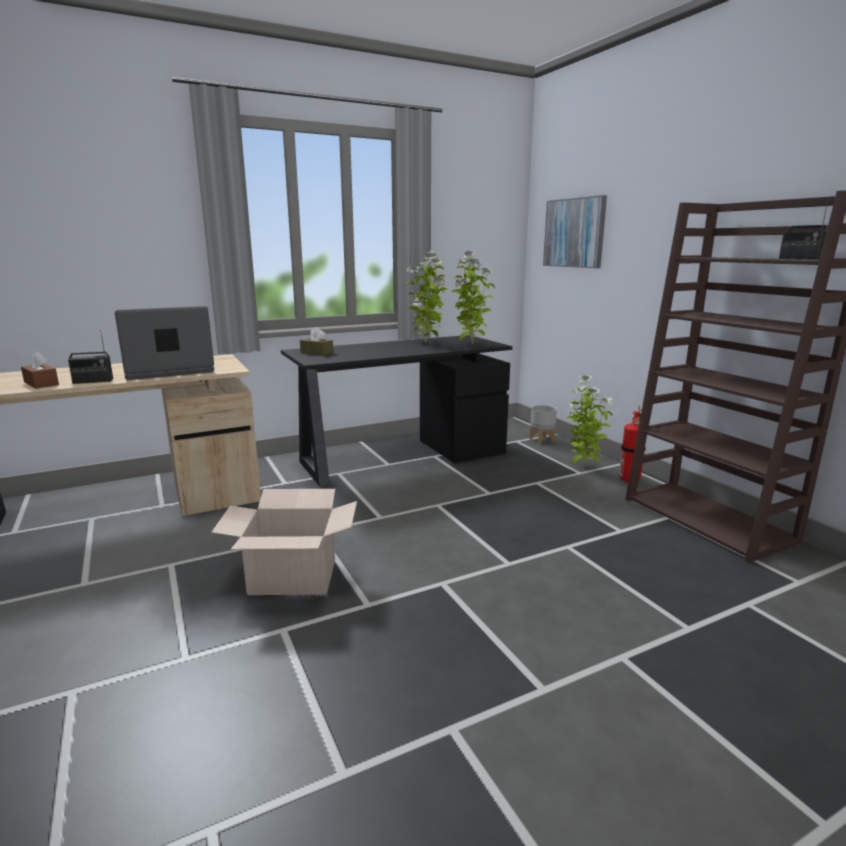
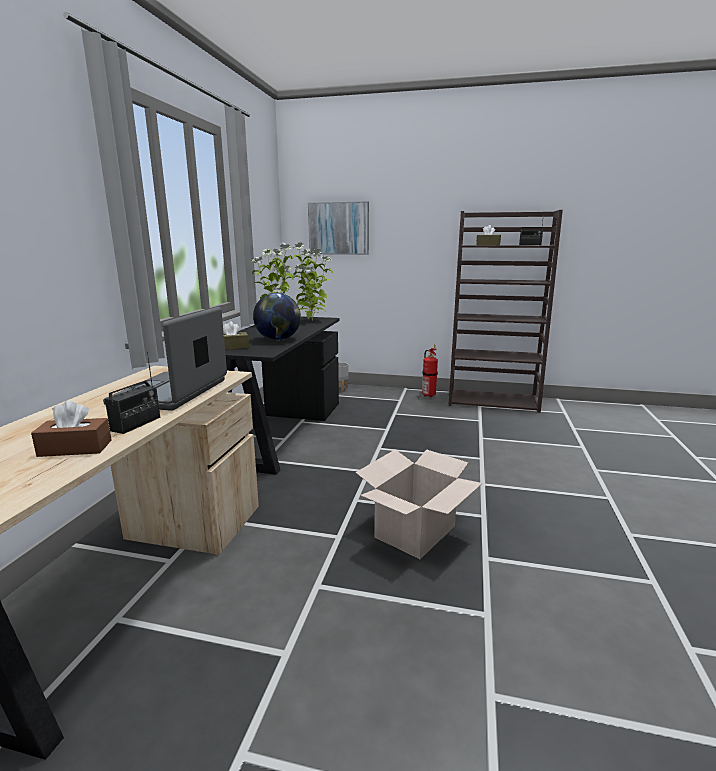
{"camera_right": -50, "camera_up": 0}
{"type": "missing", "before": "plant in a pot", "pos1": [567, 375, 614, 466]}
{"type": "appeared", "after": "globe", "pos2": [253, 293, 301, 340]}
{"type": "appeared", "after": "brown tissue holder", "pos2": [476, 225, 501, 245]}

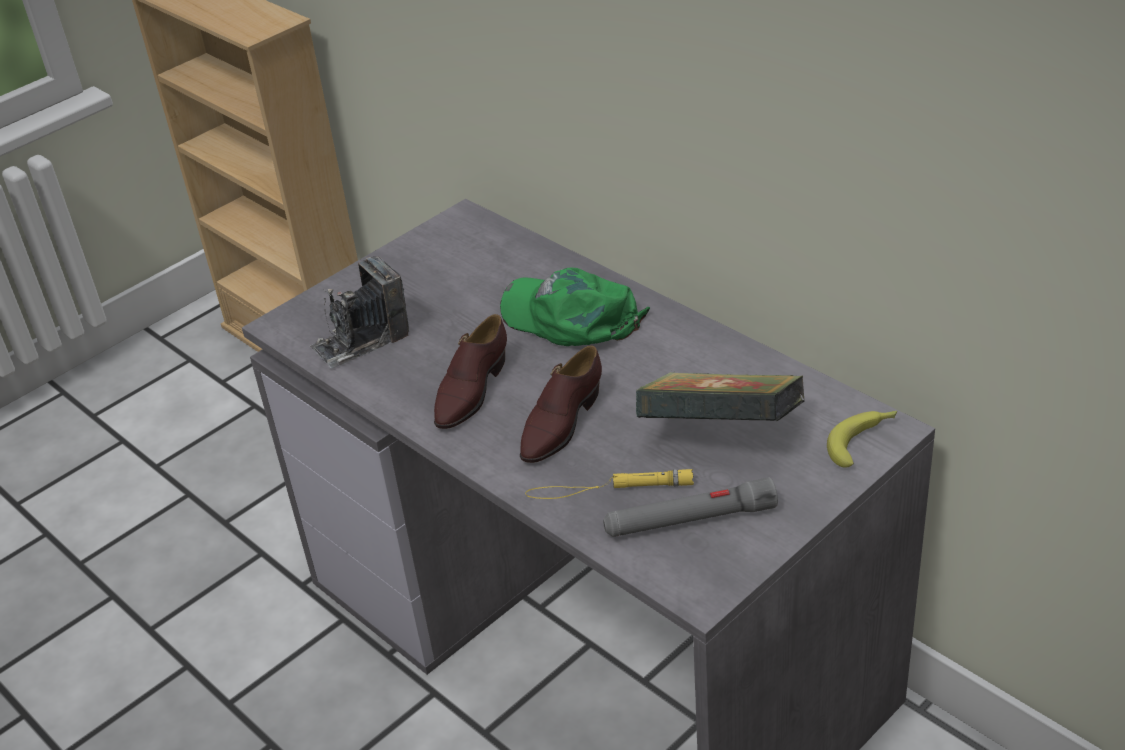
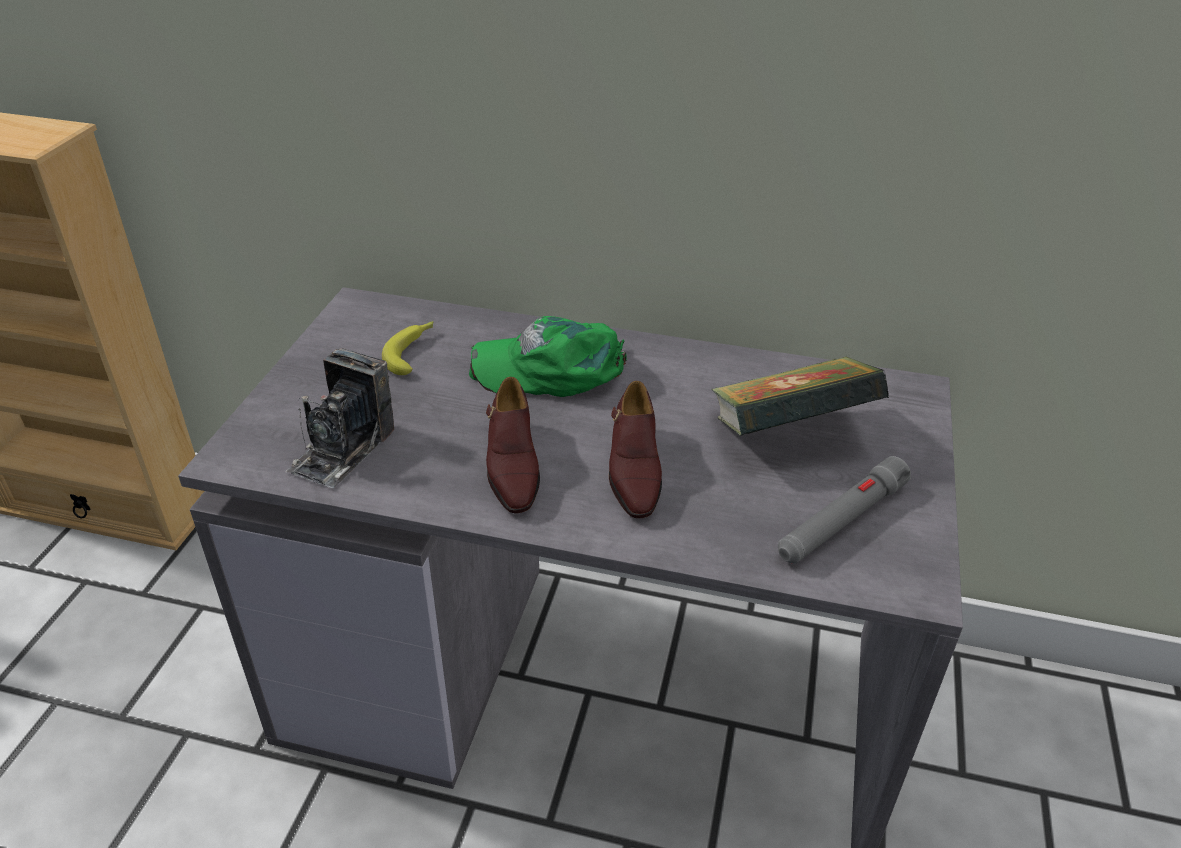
{"camera_right": -35, "camera_up": 0}
{"type": "missing", "before": "yellowish torch", "pos1": [525, 469, 694, 499]}
{"type": "relocated", "before": "whole banana", "pos1": [827, 411, 897, 468], "pos2": [382, 321, 433, 375]}

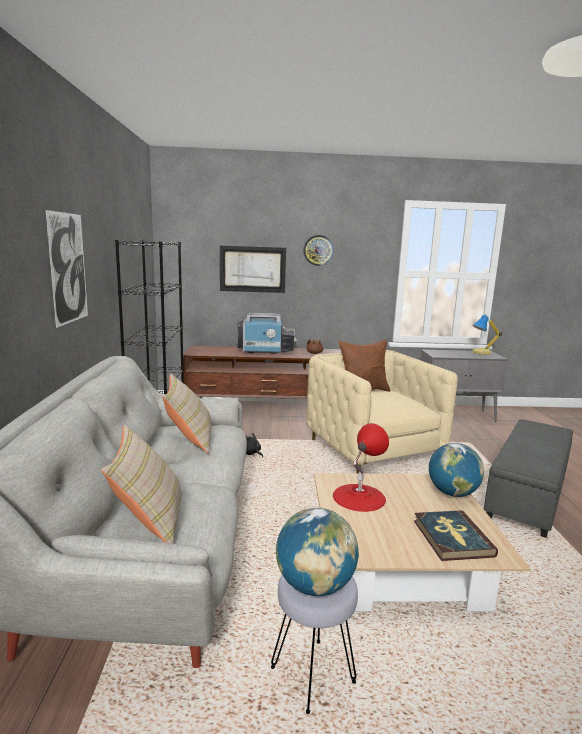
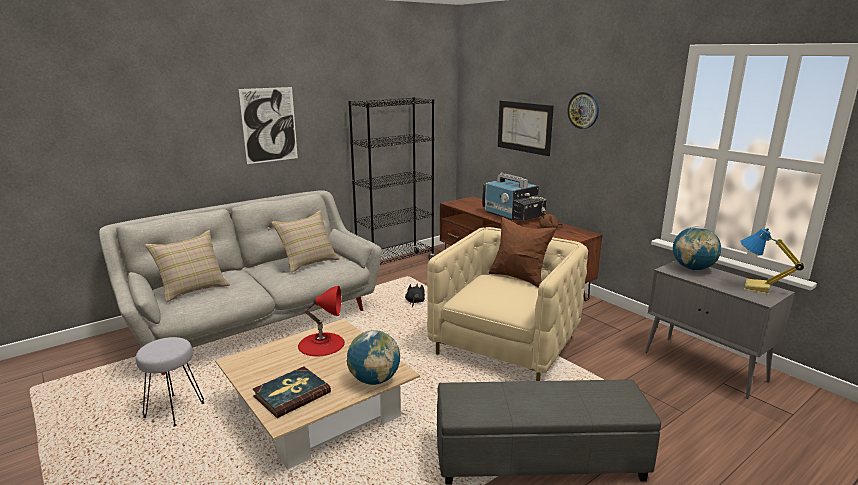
{"camera_right": 55, "camera_up": 5}
{"type": "relocated", "before": "globe", "pos1": [276, 508, 359, 596], "pos2": [673, 227, 721, 270]}

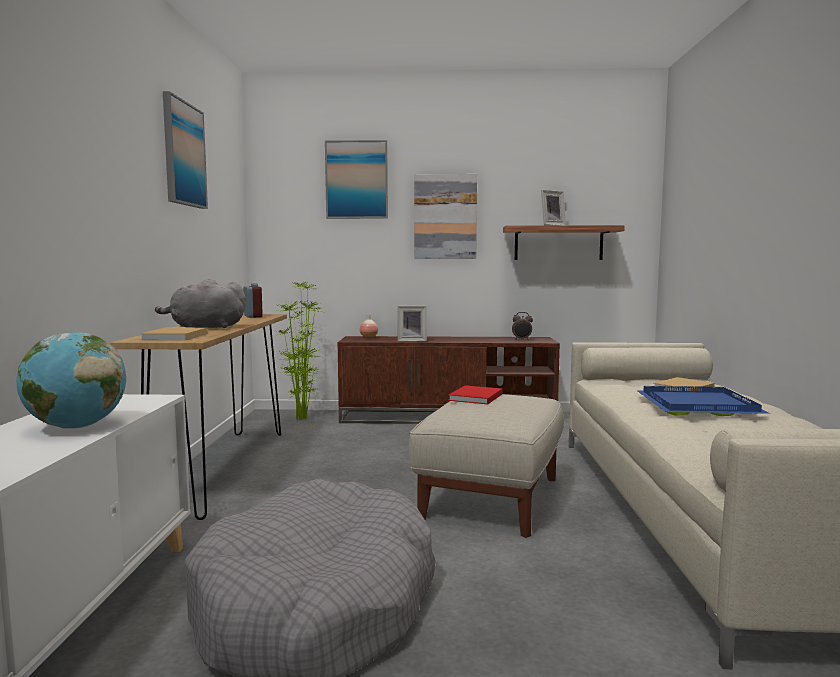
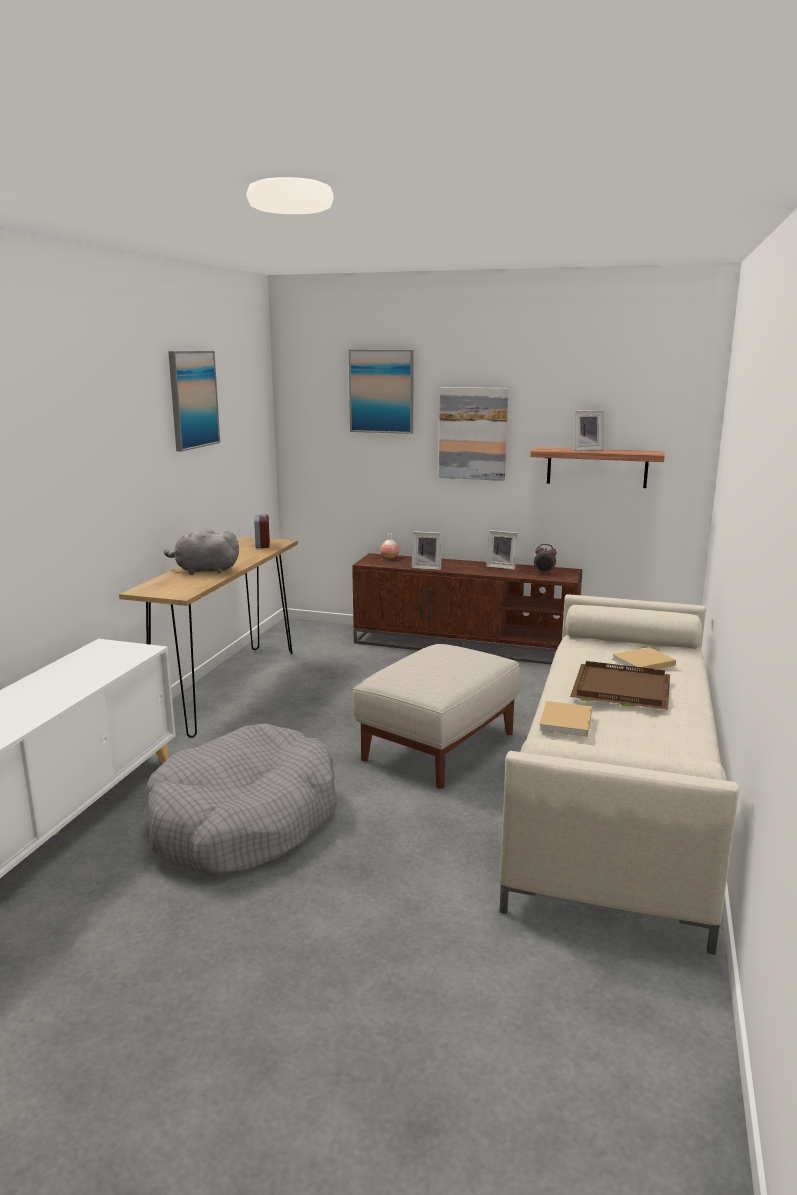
{"camera_right": 15, "camera_up": 10}
{"type": "missing", "before": "globe", "pos1": [16, 332, 126, 429]}
{"type": "relocated", "before": "beige-coloured book", "pos1": [140, 327, 208, 341], "pos2": [539, 701, 592, 737]}
{"type": "missing", "before": "plant in a pot", "pos1": [274, 282, 326, 420]}
{"type": "missing", "before": "reddish book", "pos1": [448, 385, 502, 405]}
{"type": "colour", "before": "blue-coloured serving tray", "after": "brown serving tray", "pos1": [636, 386, 771, 416], "pos2": [570, 661, 670, 710]}
{"type": "appeared", "after": "picture frame", "pos2": [486, 530, 518, 570]}

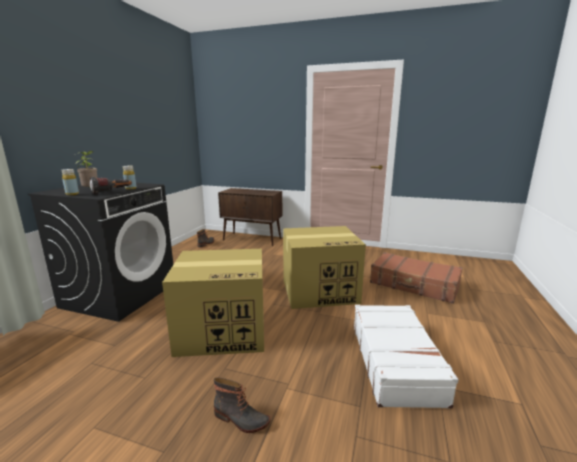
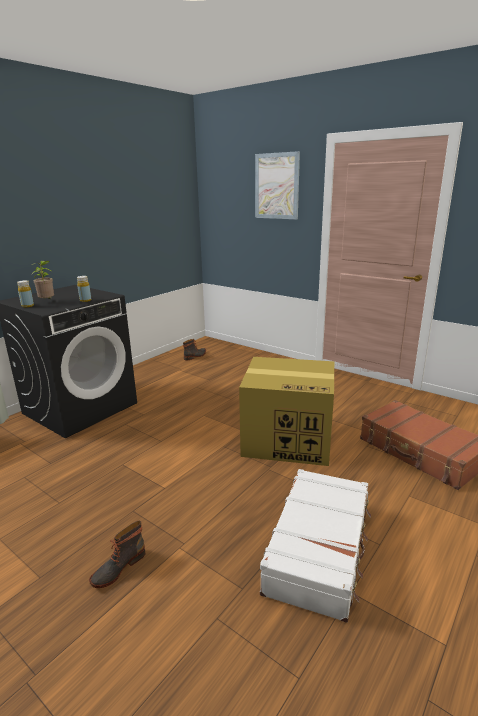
{"camera_right": 20, "camera_up": 5}
{"type": "missing", "before": "torch", "pos1": [90, 177, 132, 194]}
{"type": "missing", "before": "cardboard box", "pos1": [162, 249, 264, 357]}
{"type": "spun", "before": "boot", "pos1": [214, 378, 271, 433], "pos2": [89, 521, 146, 588], "turn": 90}
{"type": "missing", "before": "brown cupboard", "pos1": [218, 188, 282, 246]}
{"type": "appeared", "after": "wall picture", "pos2": [255, 151, 300, 219]}

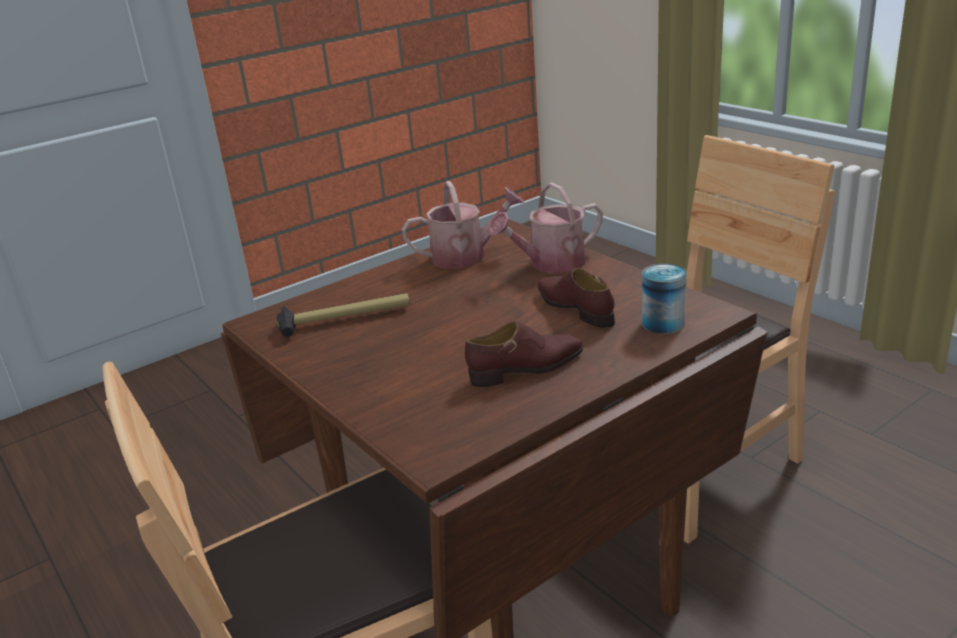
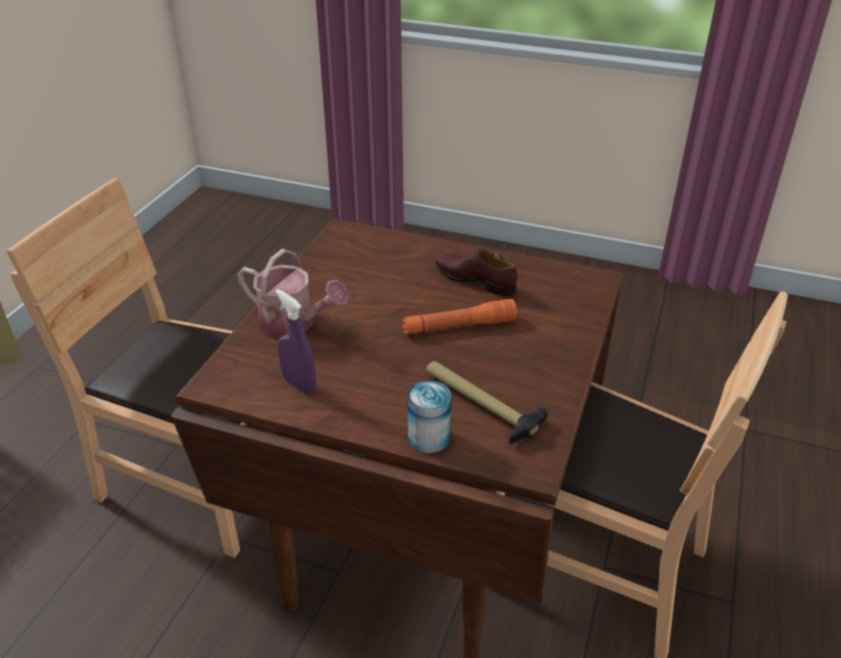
{"camera_right": -125, "camera_up": 10}
{"type": "exchanged", "before": "watering can", "after": "purple-coloured spray bottle", "pos1": [402, 181, 524, 269], "pos2": [275, 289, 316, 394]}
{"type": "missing", "before": "brown low shoe", "pos1": [538, 268, 615, 328]}
{"type": "relocated", "before": "sealed can", "pos1": [642, 263, 687, 334], "pos2": [407, 381, 452, 453]}
{"type": "appeared", "after": "orange torch", "pos2": [402, 299, 517, 334]}

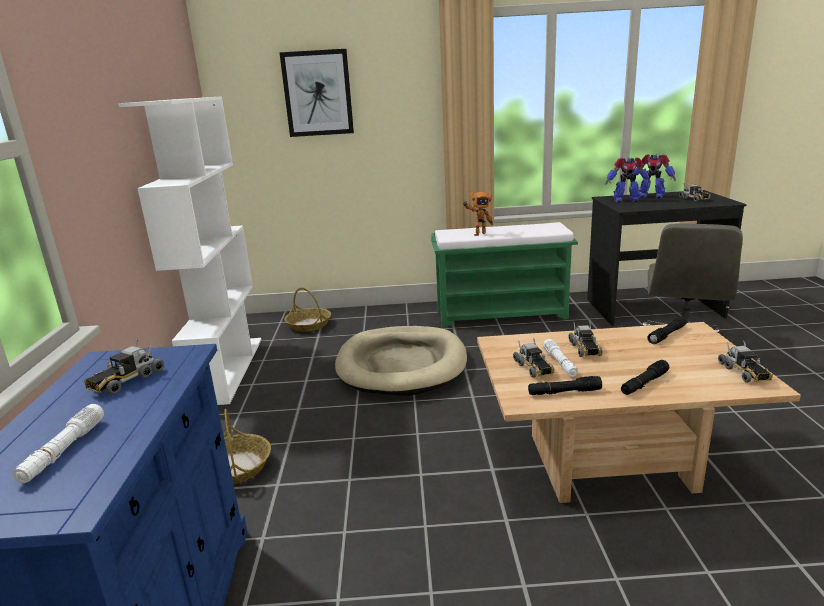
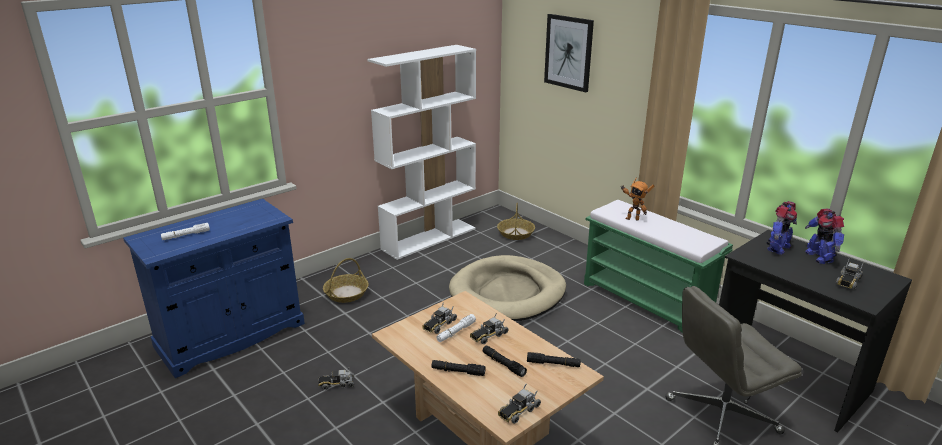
{"camera_right": 50, "camera_up": 5}
{"type": "relocated", "before": "toy lorry", "pos1": [84, 340, 164, 394], "pos2": [318, 367, 354, 390]}
{"type": "relocated", "before": "black torch", "pos1": [528, 376, 602, 395], "pos2": [483, 346, 527, 377]}
{"type": "spun", "before": "robot figure", "pos1": [605, 157, 651, 202], "pos2": [766, 201, 797, 255], "turn": -105}

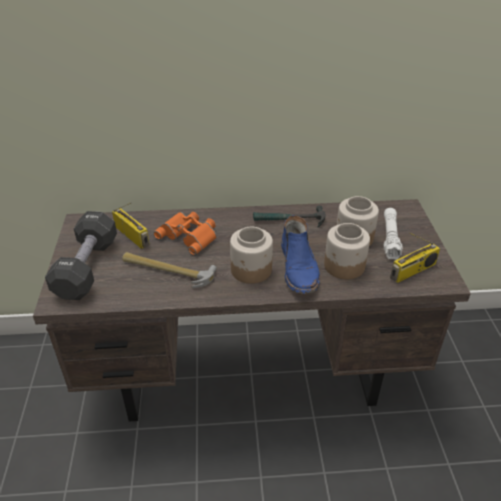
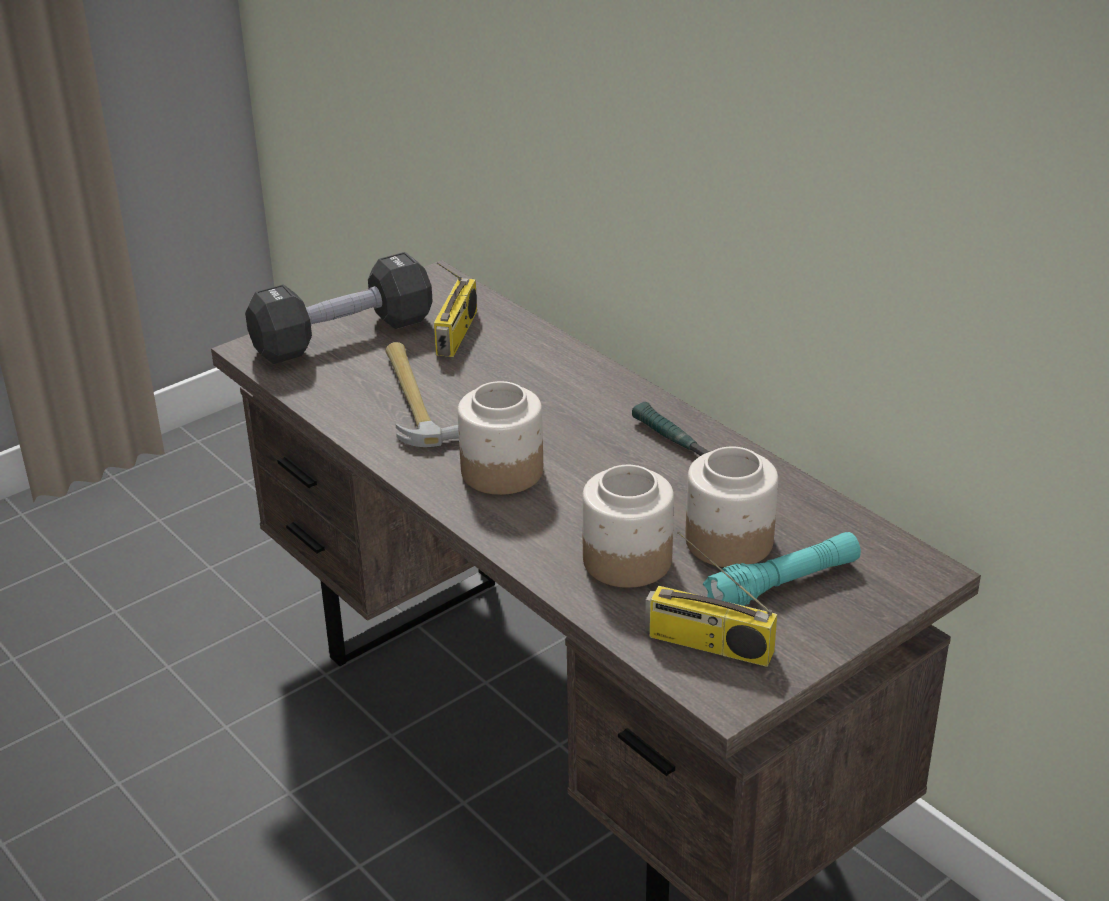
{"camera_right": 55, "camera_up": -5}
{"type": "missing", "before": "orange pair of binoculars", "pos1": [154, 212, 217, 255]}
{"type": "missing", "before": "blue-coloured boot", "pos1": [281, 215, 320, 294]}
{"type": "colour", "before": "white torch", "after": "turquoise-coloured torch", "pos1": [384, 208, 403, 260], "pos2": [703, 532, 861, 606]}

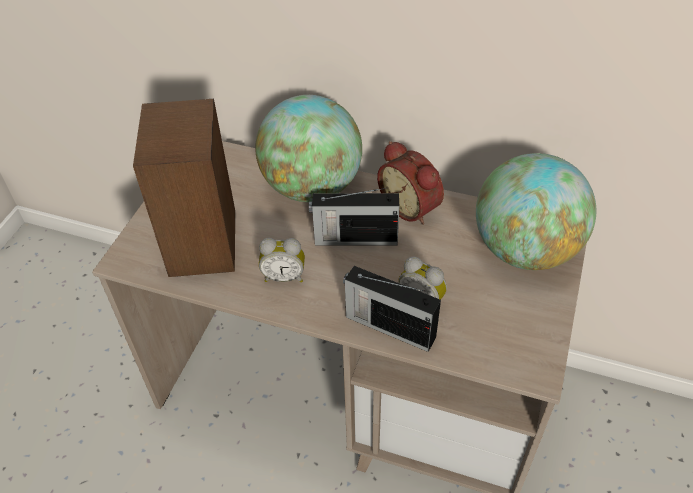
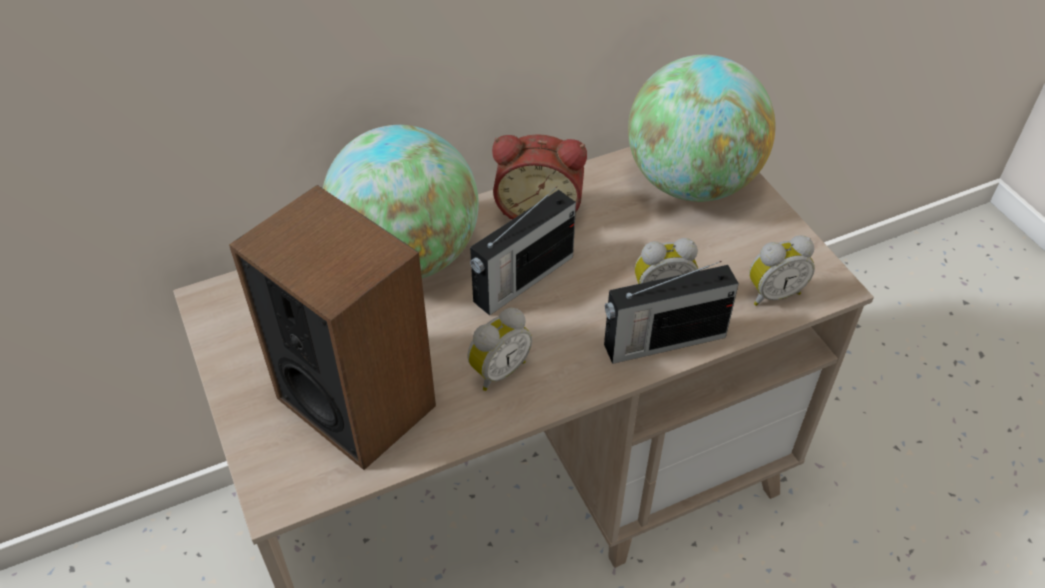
{"camera_right": -45, "camera_up": 0}
{"type": "appeared", "after": "bedside clock", "pos2": [749, 235, 815, 306]}

